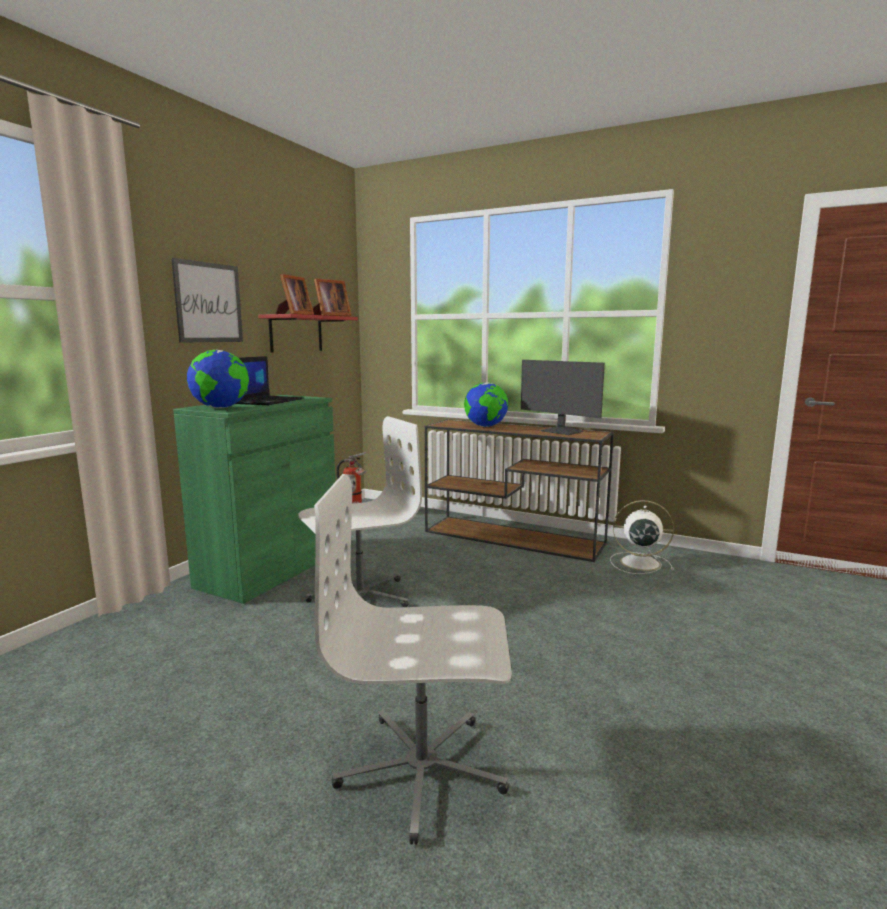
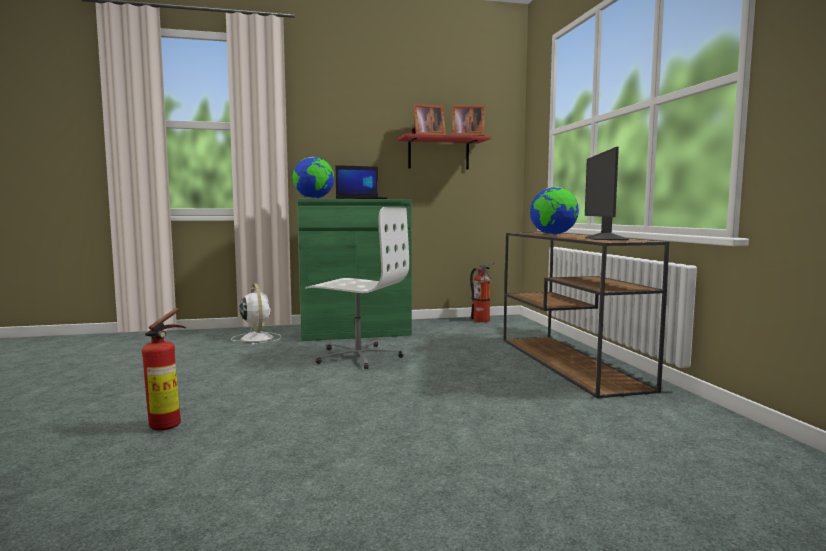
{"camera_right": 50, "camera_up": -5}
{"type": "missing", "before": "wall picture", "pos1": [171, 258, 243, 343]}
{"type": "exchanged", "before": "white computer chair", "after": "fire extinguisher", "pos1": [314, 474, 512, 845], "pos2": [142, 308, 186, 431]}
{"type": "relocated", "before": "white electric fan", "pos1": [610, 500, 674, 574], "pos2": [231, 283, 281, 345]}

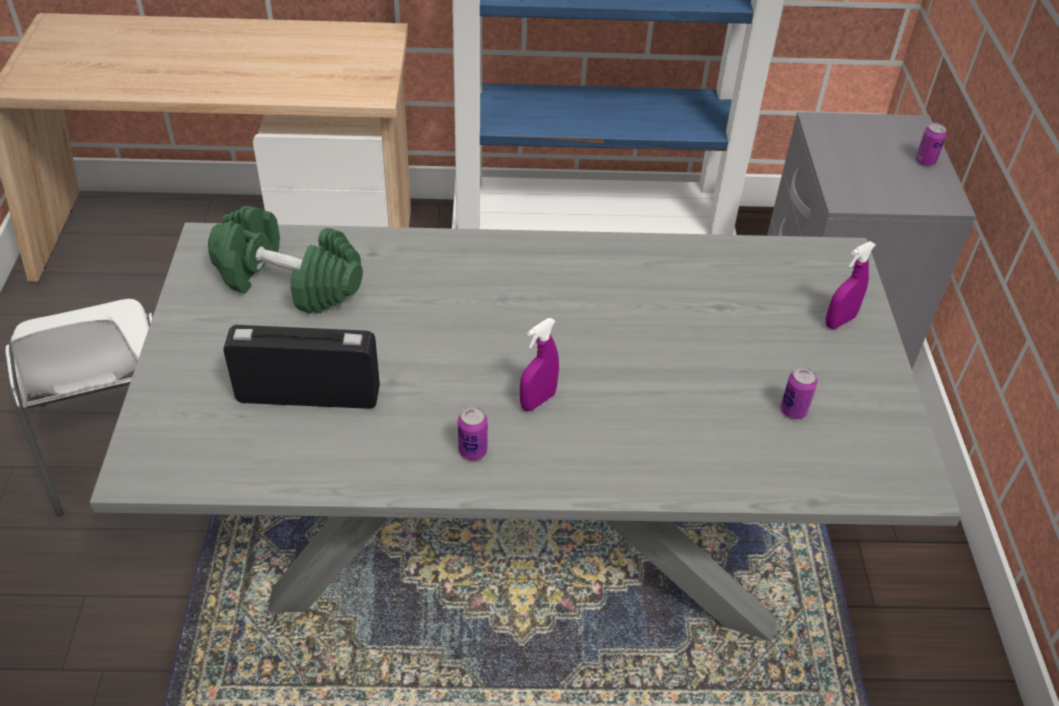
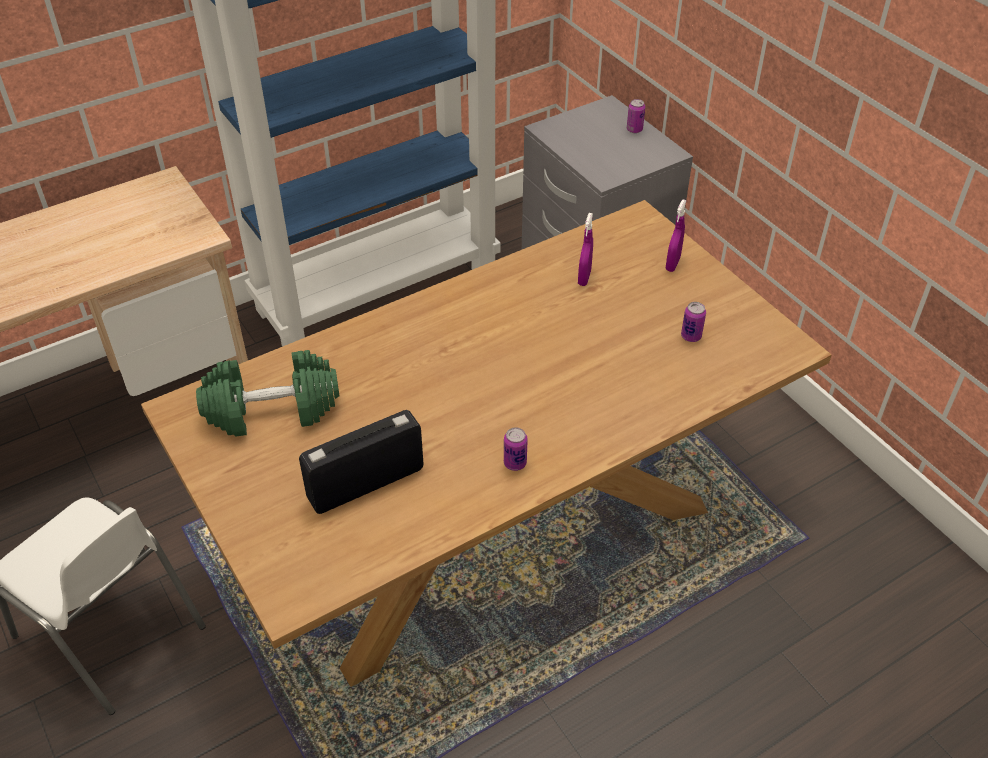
{"camera_right": -30, "camera_up": 0}
{"type": "colour", "before": "greyish kitchen table", "after": "brown kitchen table", "pos1": [90, 222, 962, 641], "pos2": [141, 200, 832, 687]}
{"type": "relocated", "before": "purple-coloured spray bottle", "pos1": [520, 318, 559, 411], "pos2": [578, 213, 593, 286]}

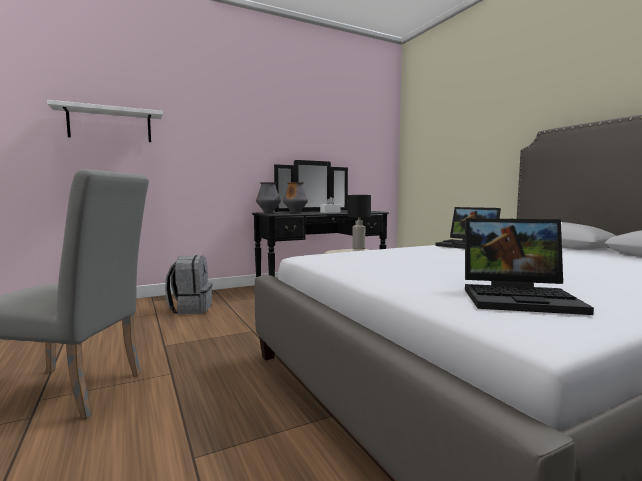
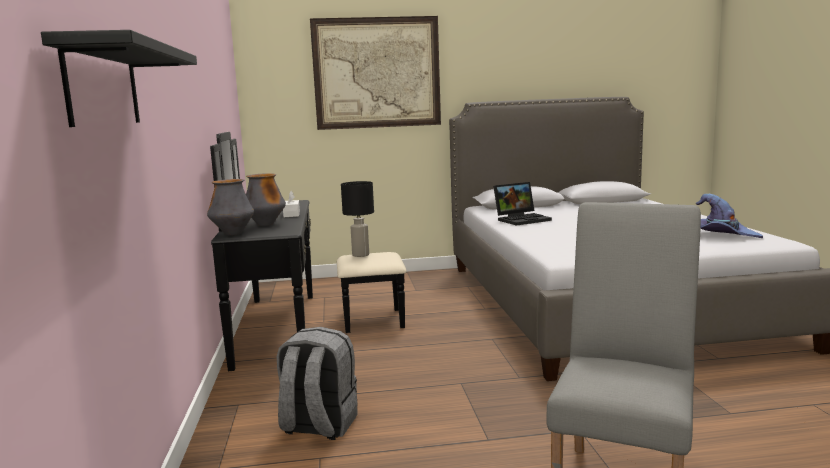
{"camera_right": -70, "camera_up": 5}
{"type": "colour", "before": "white shelf", "after": "black shelf", "pos1": [47, 100, 163, 142], "pos2": [41, 30, 197, 127]}
{"type": "exchanged", "before": "portable computer", "after": "purple-coloured hat", "pos1": [465, 218, 594, 315], "pos2": [696, 194, 763, 238]}
{"type": "appeared", "after": "wall picture", "pos2": [310, 16, 441, 130]}

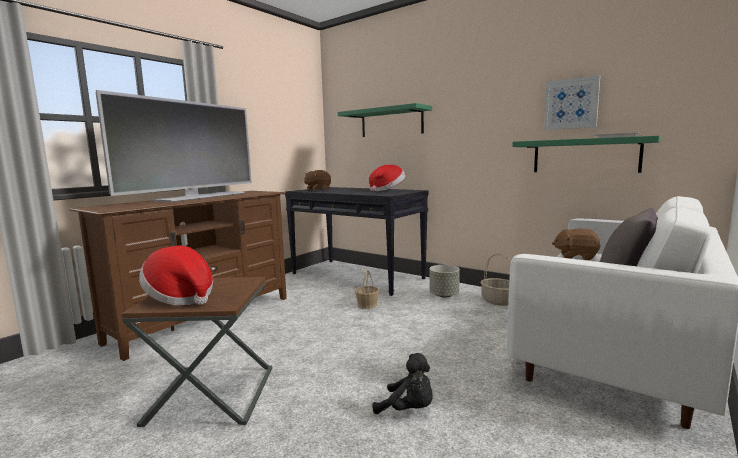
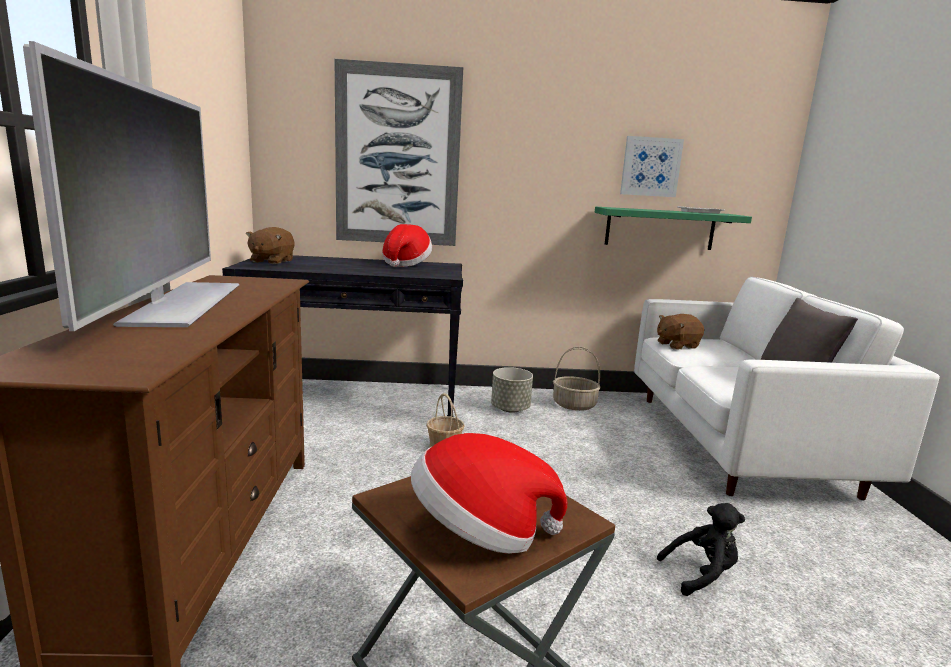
{"camera_right": -40, "camera_up": 5}
{"type": "exchanged", "before": "green-coloured shelf", "after": "wall picture", "pos1": [338, 103, 432, 137], "pos2": [335, 59, 463, 246]}

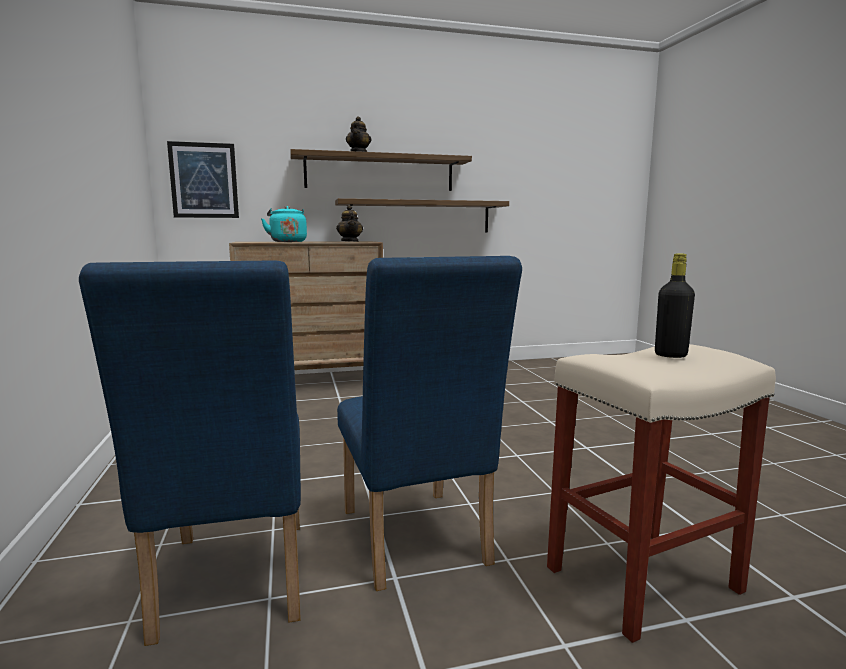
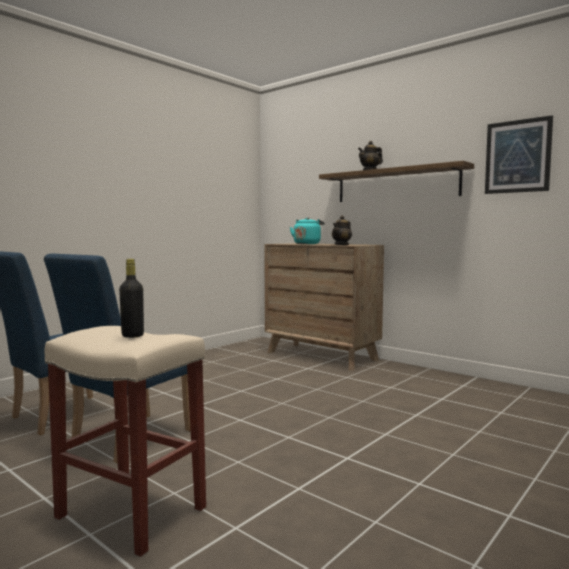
{"camera_right": 55, "camera_up": -5}
{"type": "relocated", "before": "wall picture", "pos1": [167, 141, 239, 218], "pos2": [485, 115, 553, 194]}
{"type": "missing", "before": "shelf", "pos1": [335, 198, 509, 233]}

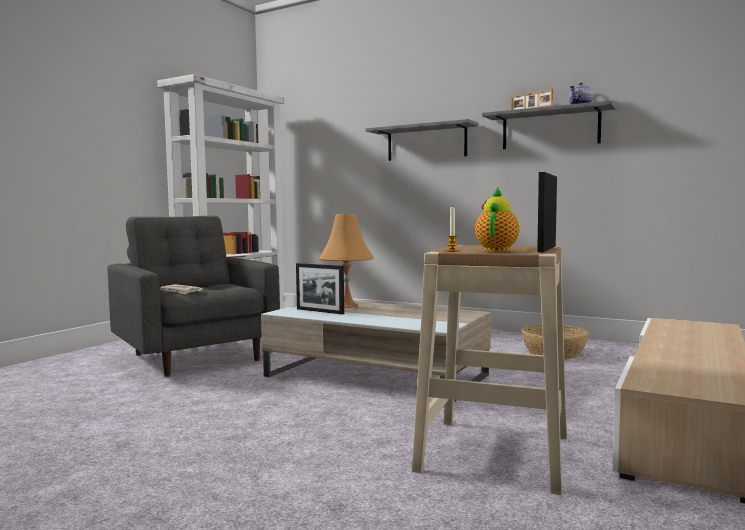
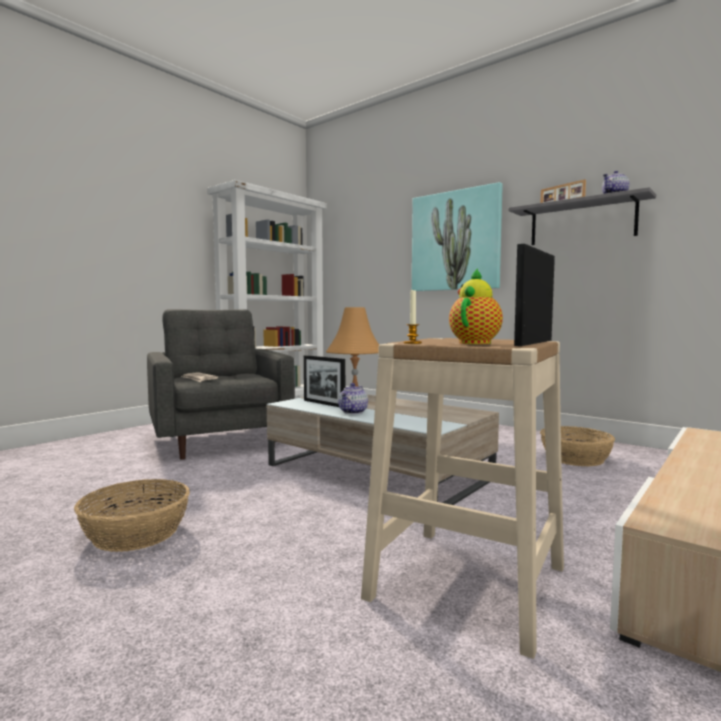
{"camera_right": 10, "camera_up": 0}
{"type": "exchanged", "before": "greyish shelf", "after": "wall picture", "pos1": [365, 119, 479, 161], "pos2": [412, 182, 503, 291]}
{"type": "appeared", "after": "basket", "pos2": [74, 479, 190, 552]}
{"type": "appeared", "after": "pot for tea", "pos2": [338, 383, 368, 414]}

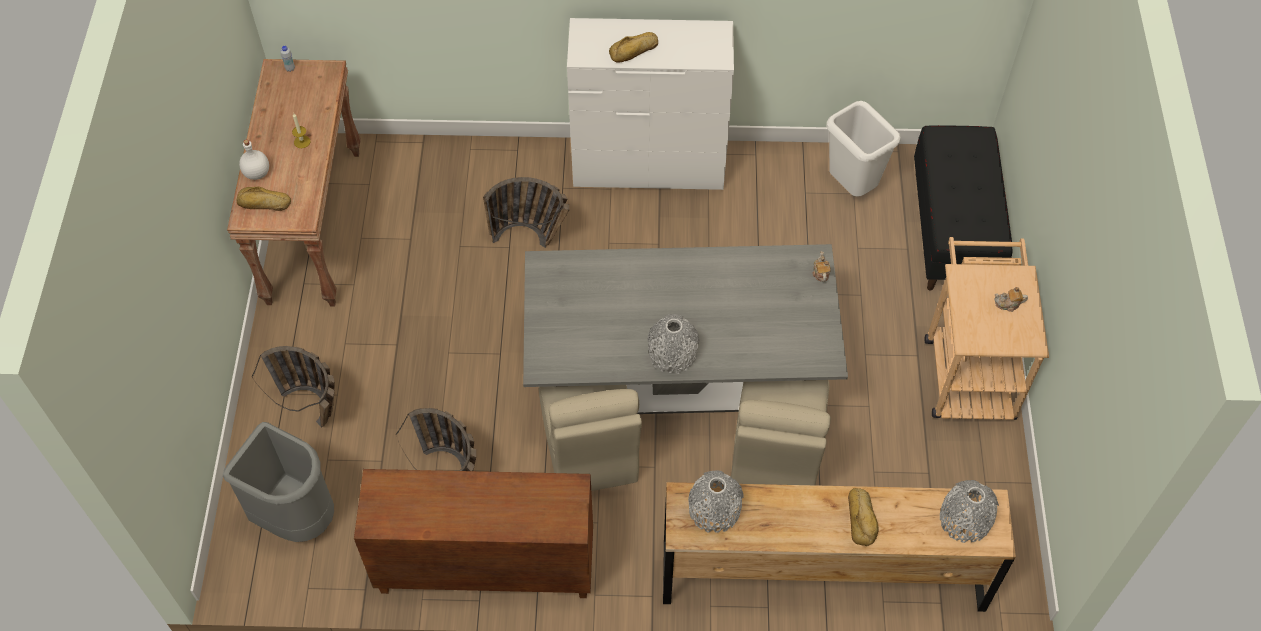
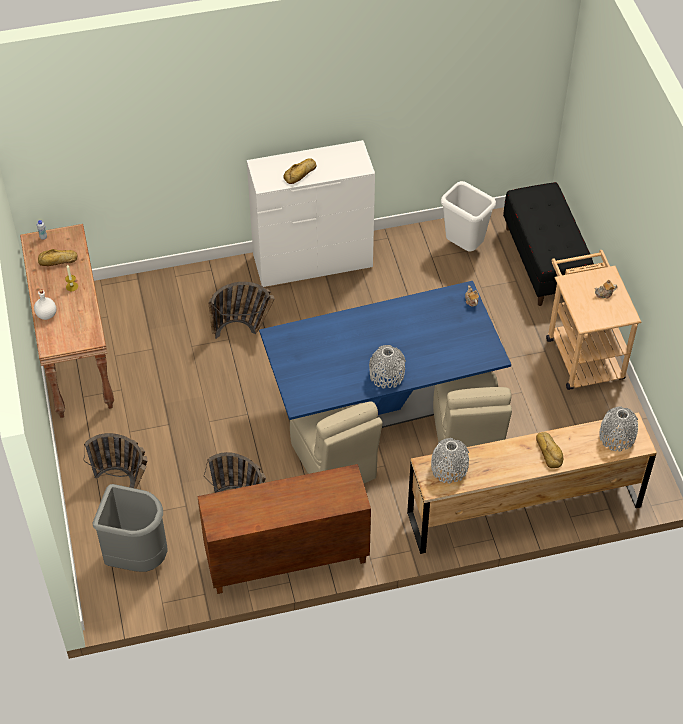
{"camera_right": -15, "camera_up": -5}
{"type": "relocated", "before": "bakery bread", "pos1": [237, 187, 291, 211], "pos2": [38, 249, 77, 266]}
{"type": "colour", "before": "greyish kitchen table", "after": "blue-coloured kitchen table", "pos1": [523, 244, 848, 414], "pos2": [259, 281, 511, 428]}

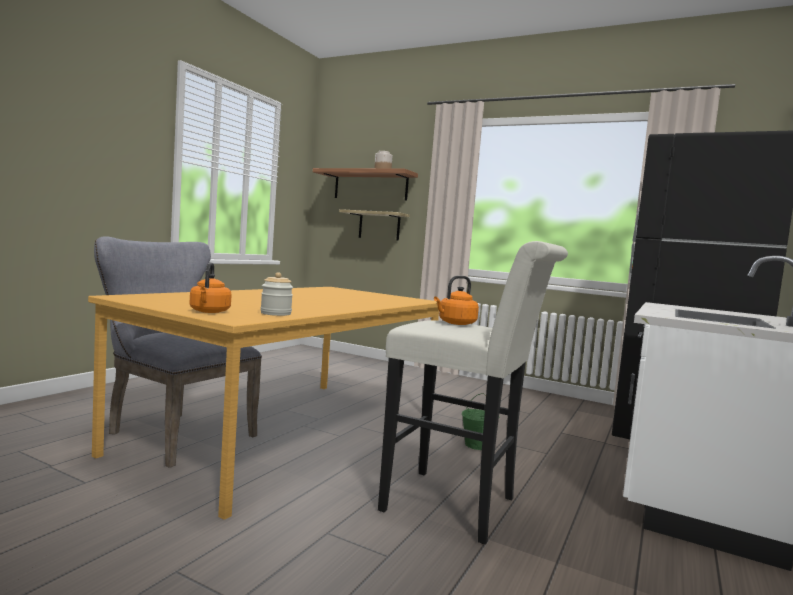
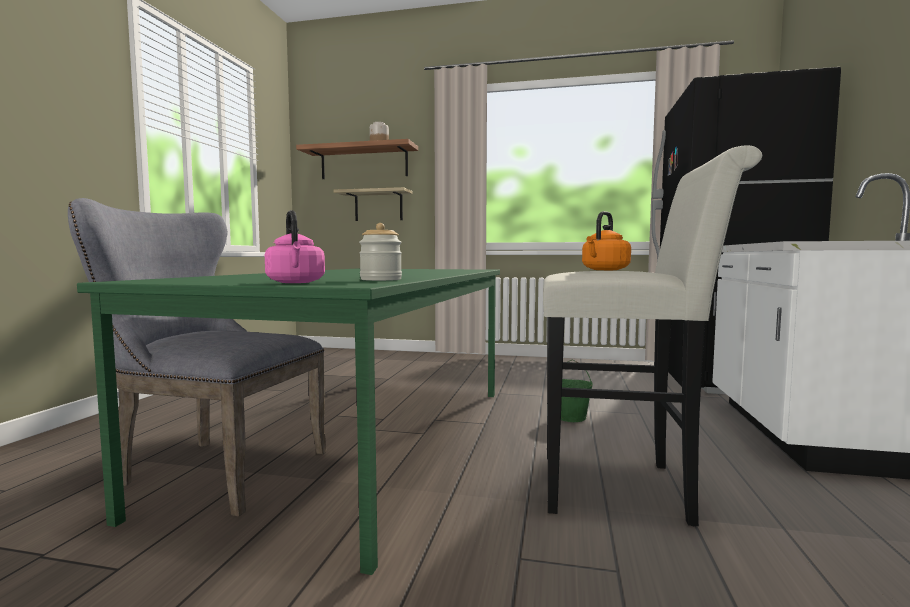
{"camera_right": -15, "camera_up": 0}
{"type": "colour", "before": "orange kitchen table", "after": "green-coloured kitchen table", "pos1": [88, 287, 439, 520], "pos2": [77, 269, 500, 575]}
{"type": "colour", "before": "orange water kettle", "after": "pink-coloured water kettle", "pos1": [189, 262, 232, 313], "pos2": [265, 210, 325, 283]}

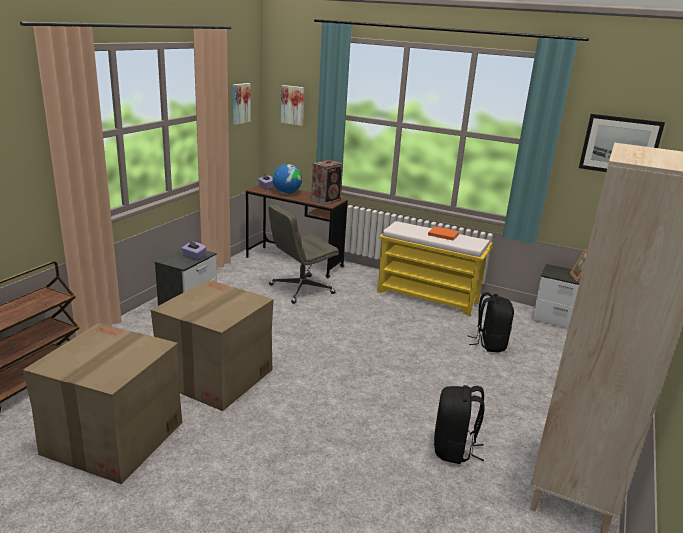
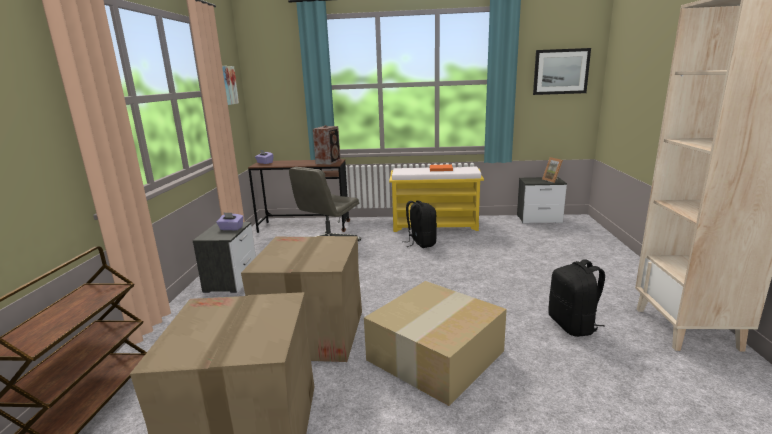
{"camera_right": -20, "camera_up": -5}
{"type": "missing", "before": "globe", "pos1": [272, 164, 302, 194]}
{"type": "missing", "before": "wall picture", "pos1": [281, 85, 304, 126]}
{"type": "relocated", "before": "black backpack", "pos1": [468, 292, 514, 352], "pos2": [402, 201, 437, 248]}
{"type": "appeared", "after": "cardboard box", "pos2": [364, 281, 507, 406]}

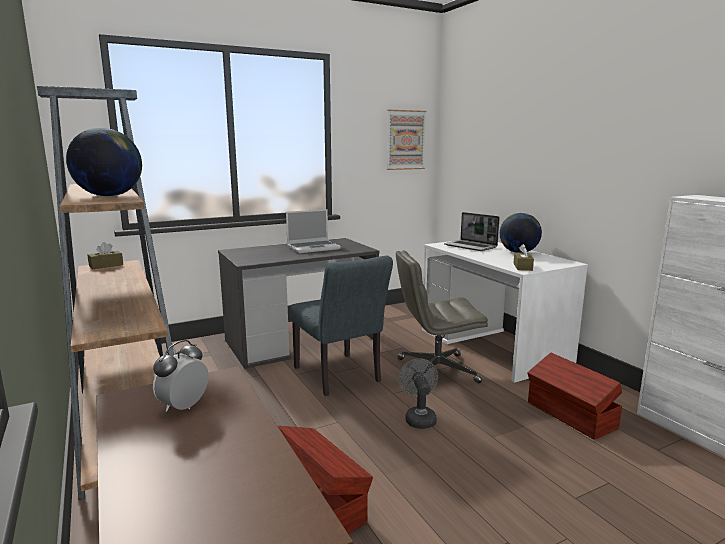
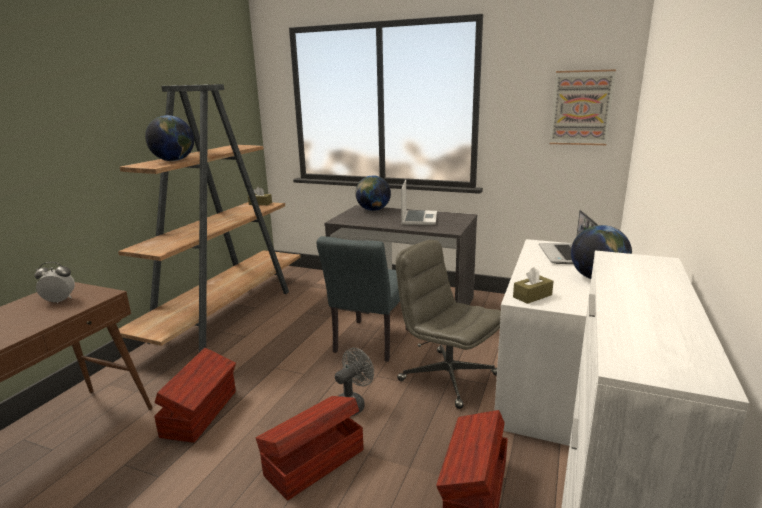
{"camera_right": 50, "camera_up": 5}
{"type": "spun", "before": "portable computer", "pos1": [286, 209, 341, 253], "pos2": [401, 180, 437, 225], "turn": -105}
{"type": "appeared", "after": "brown storage container", "pos2": [256, 396, 363, 501]}
{"type": "appeared", "after": "globe", "pos2": [355, 175, 391, 211]}

